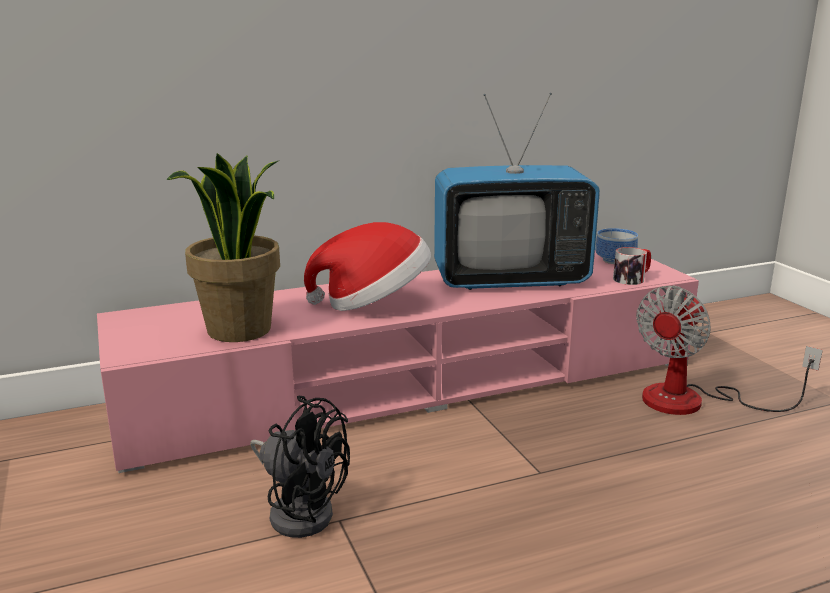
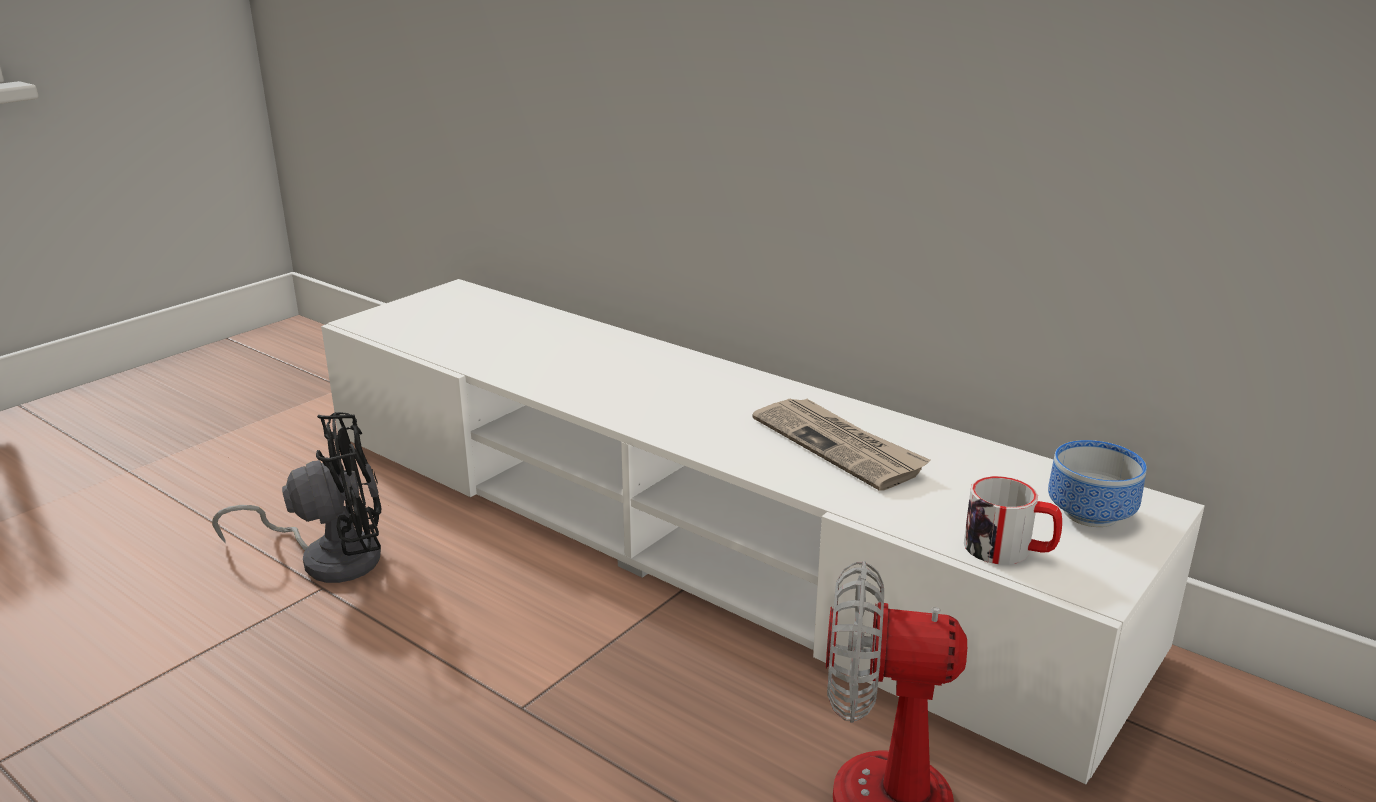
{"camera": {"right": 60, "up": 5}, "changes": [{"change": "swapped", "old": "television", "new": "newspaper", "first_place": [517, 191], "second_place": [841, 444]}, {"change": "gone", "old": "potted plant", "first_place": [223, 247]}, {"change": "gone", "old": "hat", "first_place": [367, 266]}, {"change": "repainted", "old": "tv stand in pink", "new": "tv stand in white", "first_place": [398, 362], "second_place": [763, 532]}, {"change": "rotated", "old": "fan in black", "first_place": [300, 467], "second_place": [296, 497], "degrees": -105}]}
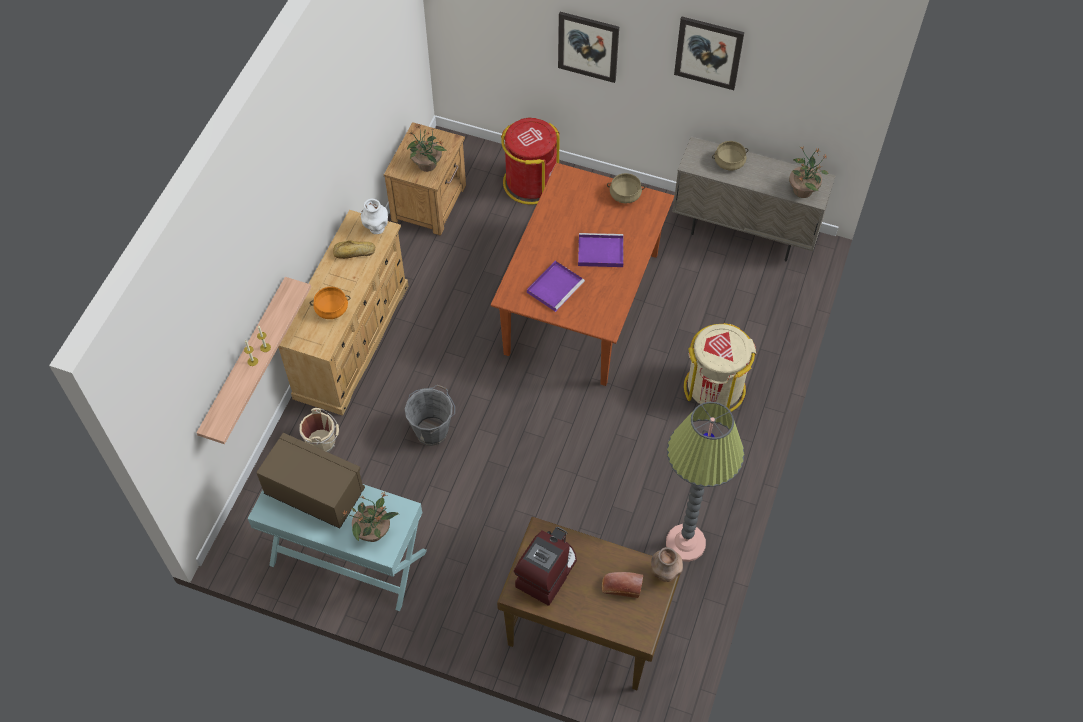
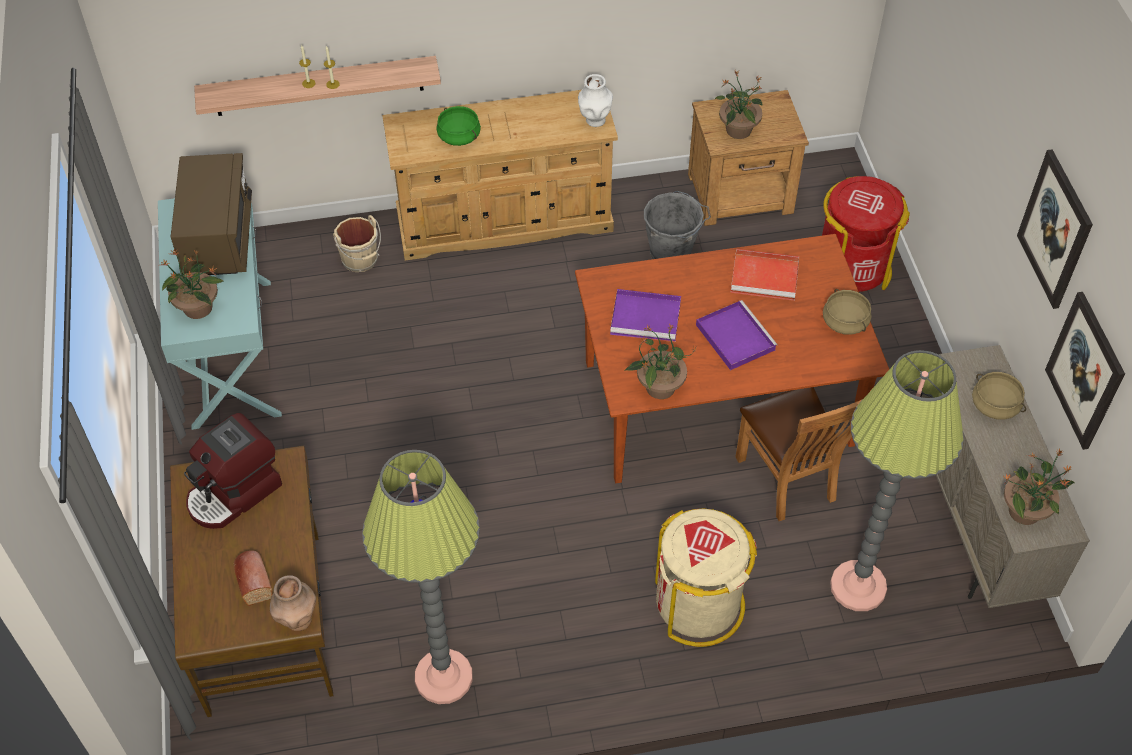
{"camera": {"right": 60, "up": -5}, "changes": [{"change": "shifted", "old": "picture", "first_place": [588, 47], "second_place": [1085, 371]}, {"change": "gone", "old": "bread", "first_place": [354, 249]}, {"change": "repainted", "old": "cooking pot in orange", "new": "cooking pot in green", "first_place": [330, 303], "second_place": [458, 126]}, {"change": "shifted", "old": "bucket in grey", "first_place": [430, 415], "second_place": [677, 225]}, {"change": "rotated", "old": "coffee machine", "first_place": [545, 566], "second_place": [233, 471], "degrees": 135}, {"change": "new", "new": "tray in red", "second_place": [764, 275]}, {"change": "new", "new": "potted plant", "second_place": [660, 361]}, {"change": "new", "new": "floor lamp", "second_place": [897, 480]}, {"change": "new", "new": "chair in brown", "second_place": [799, 454]}]}
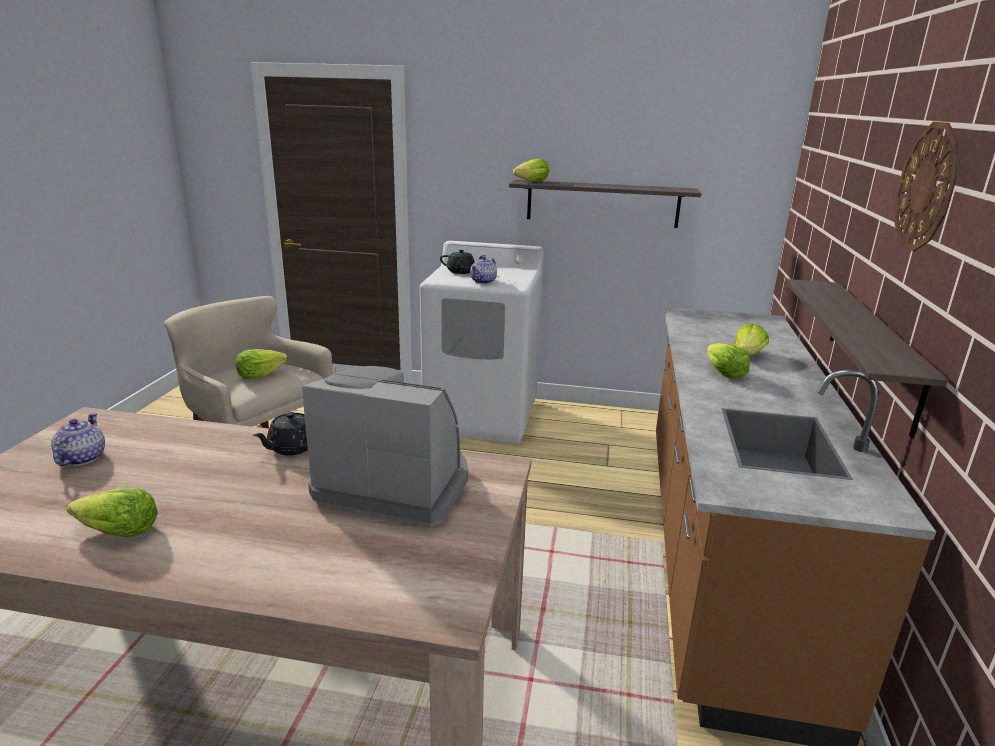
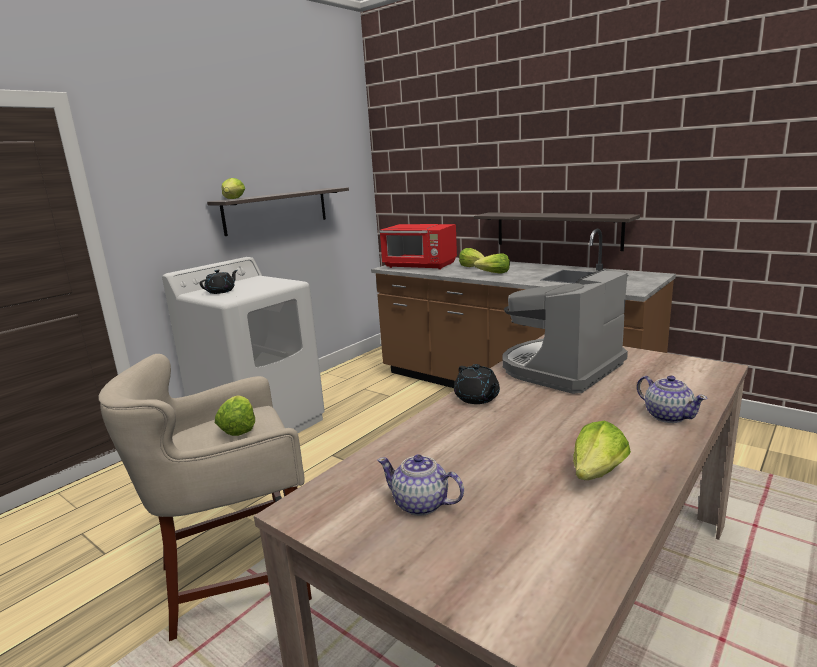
{"camera": {"right": -60, "up": -5}, "changes": [{"change": "gone", "old": "wall clock", "first_place": [926, 186]}, {"change": "shifted", "old": "teapot", "first_place": [483, 270], "second_place": [672, 399]}, {"change": "new", "new": "microwave in red", "second_place": [418, 247]}]}
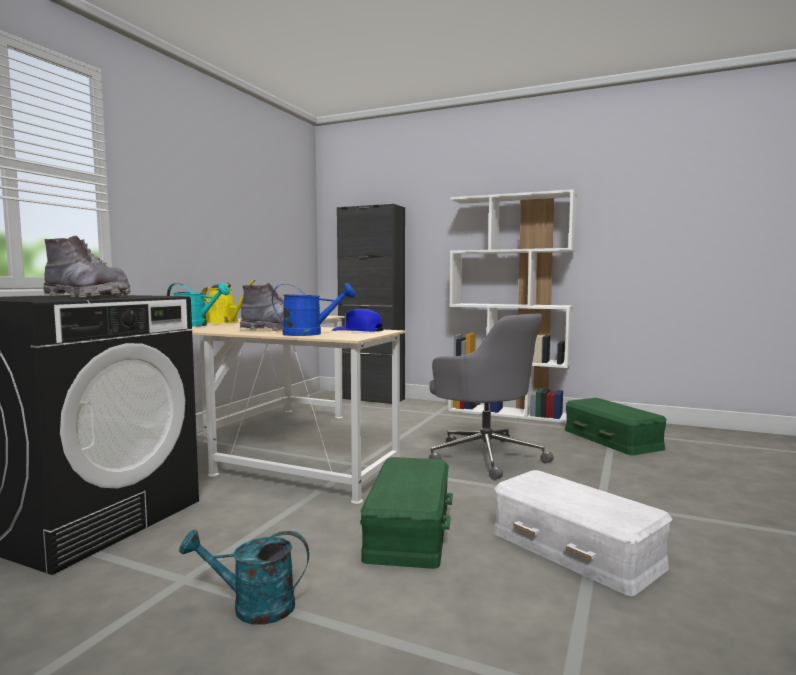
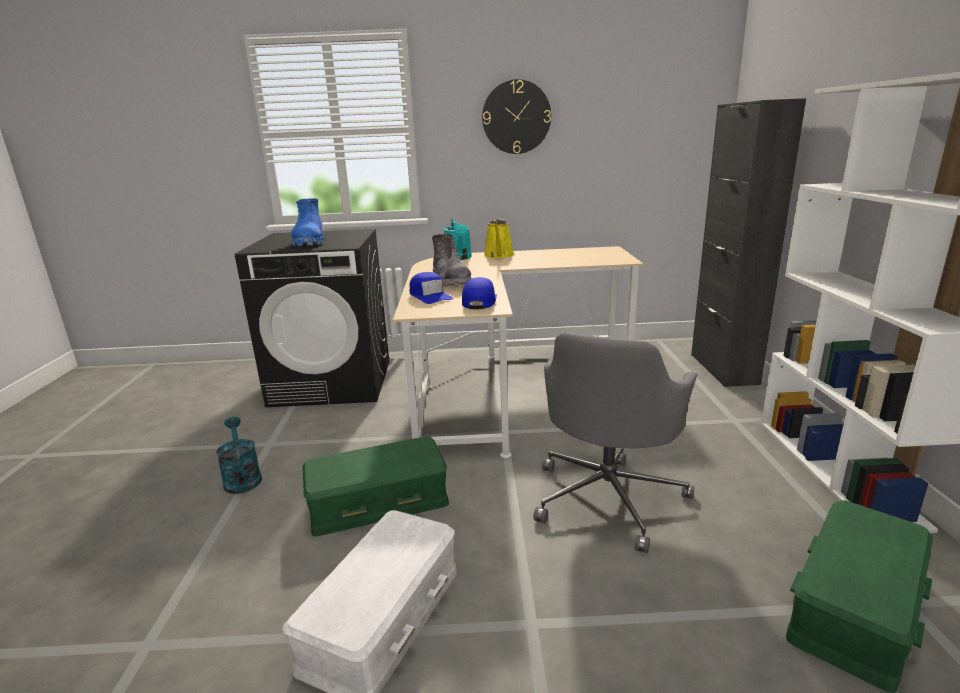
{"camera": {"right": 65, "up": 15}, "changes": [{"change": "repainted", "old": "boot in grey", "new": "boot in blue", "first_place": [87, 267], "second_place": [307, 222]}, {"change": "swapped", "old": "watering can in blue", "new": "cap in blue", "first_place": [313, 309], "second_place": [431, 288]}, {"change": "new", "new": "wall clock", "second_place": [516, 116]}]}
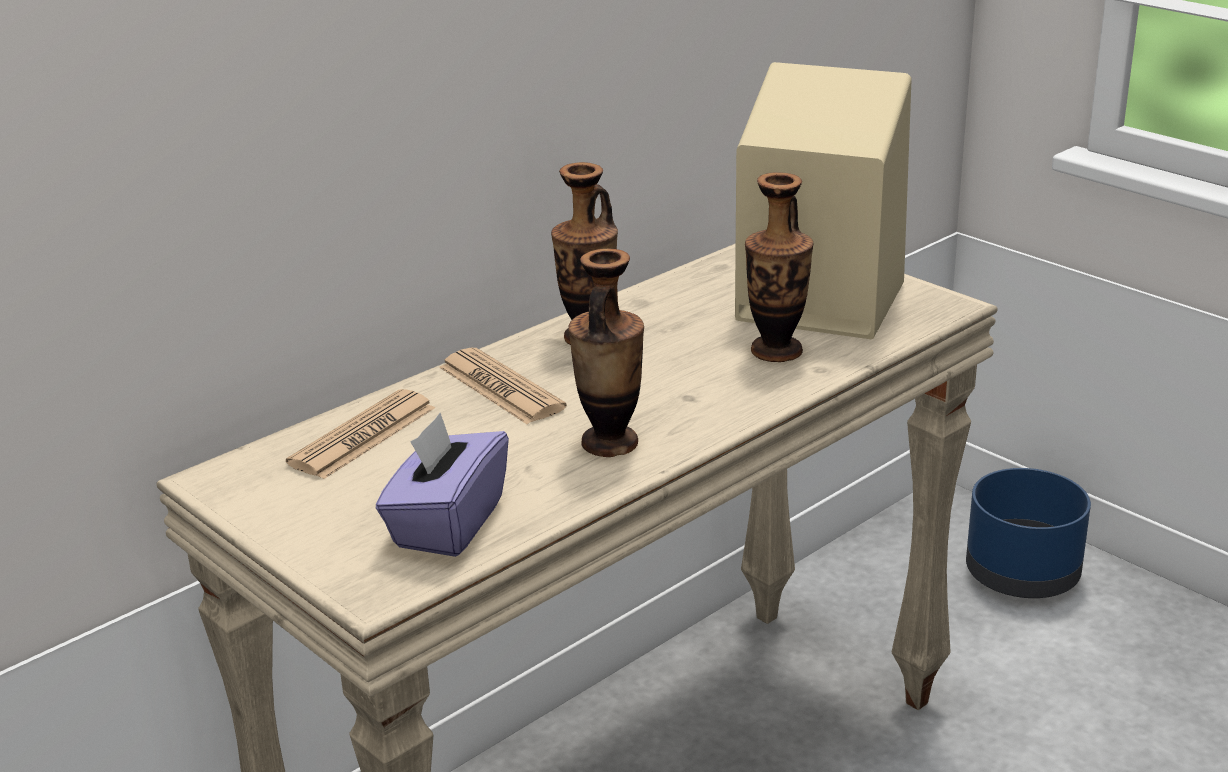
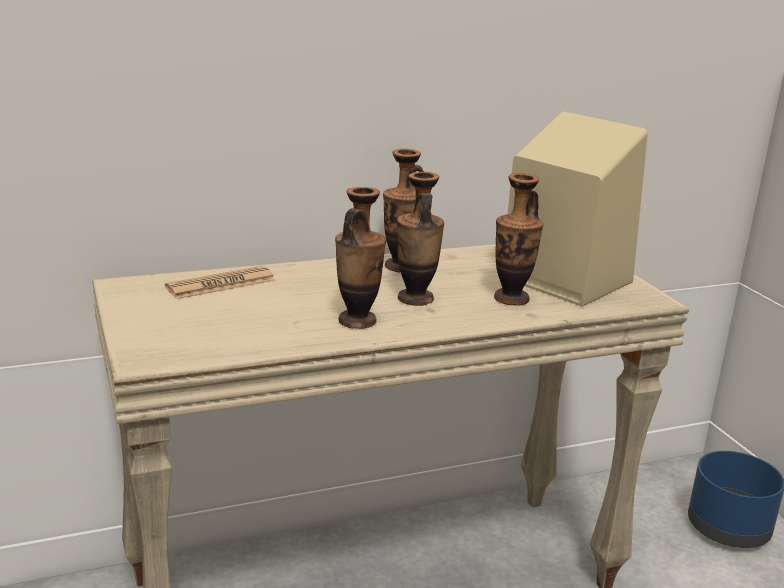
{"camera": {"right": 20, "up": -5}, "changes": [{"change": "gone", "old": "newspaper", "first_place": [503, 386]}, {"change": "gone", "old": "tissue box in purple", "first_place": [442, 485]}, {"change": "new", "new": "vase", "second_place": [420, 239]}]}
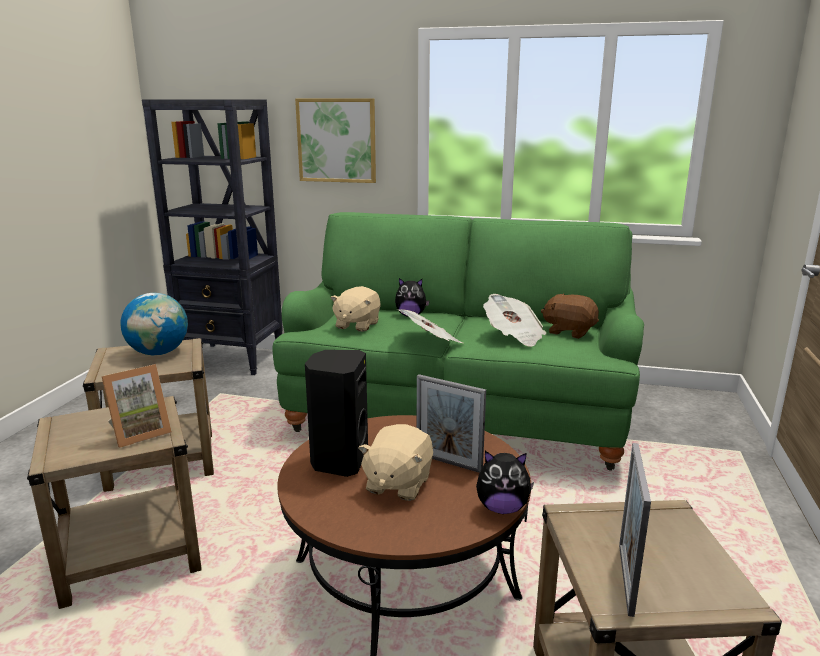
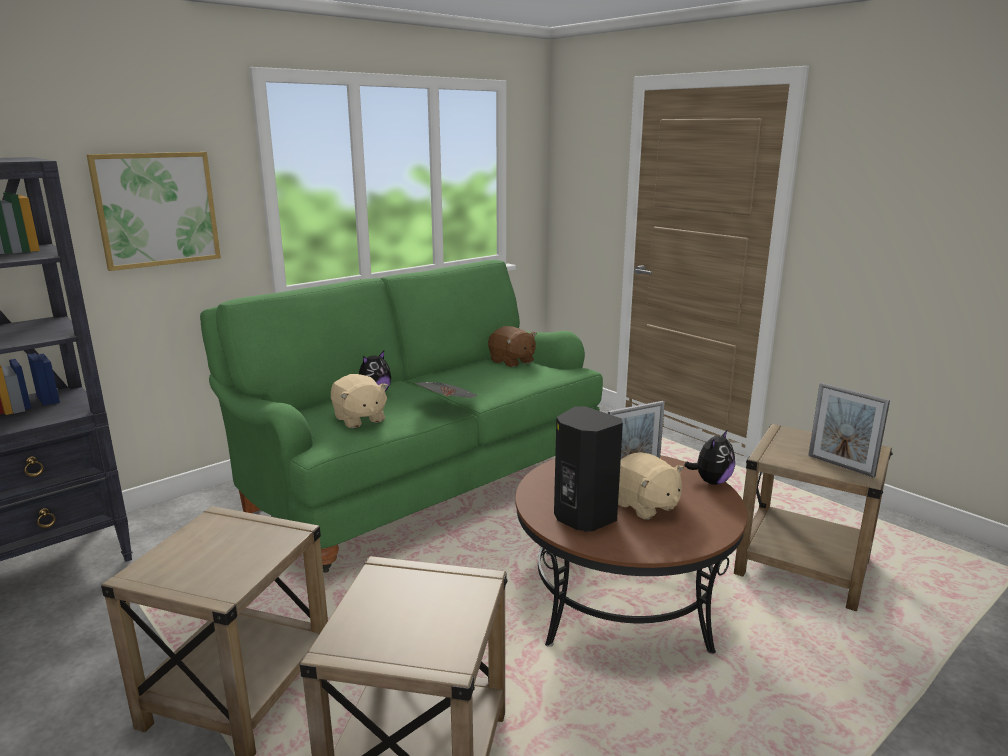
{"camera": {"right": -55, "up": 0}, "changes": [{"change": "gone", "old": "globe", "first_place": [154, 324]}, {"change": "rotated", "old": "plush toy in brown", "first_place": [570, 316], "second_place": [512, 346], "degrees": -105}, {"change": "gone", "old": "newspaper", "first_place": [514, 320]}, {"change": "gone", "old": "picture frame", "first_place": [136, 406]}]}
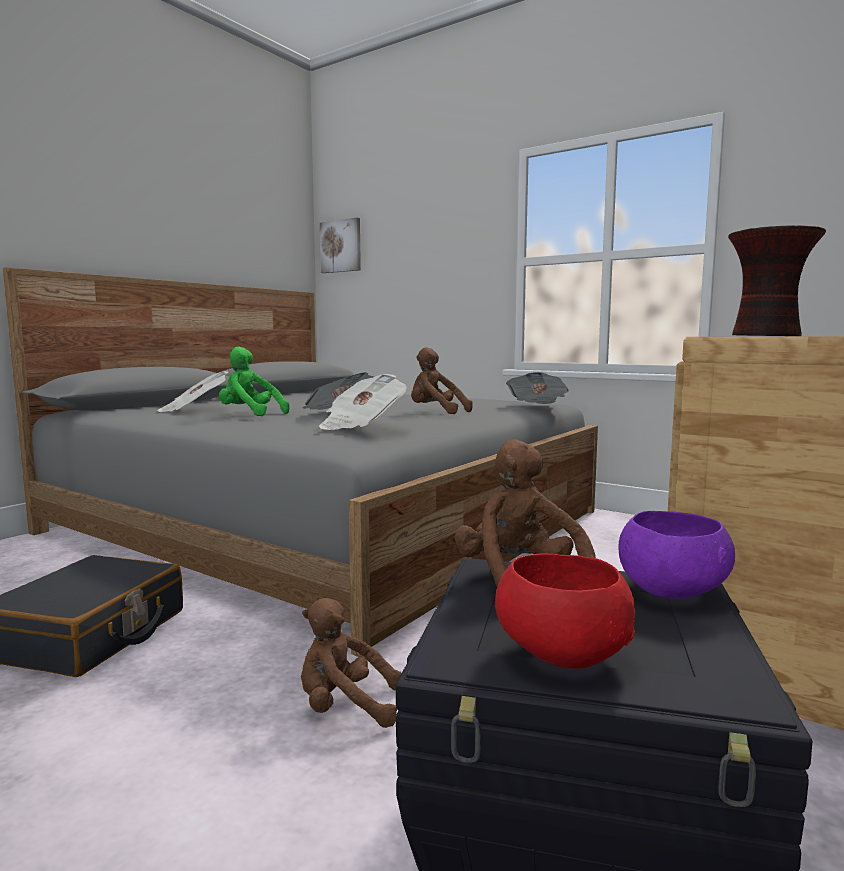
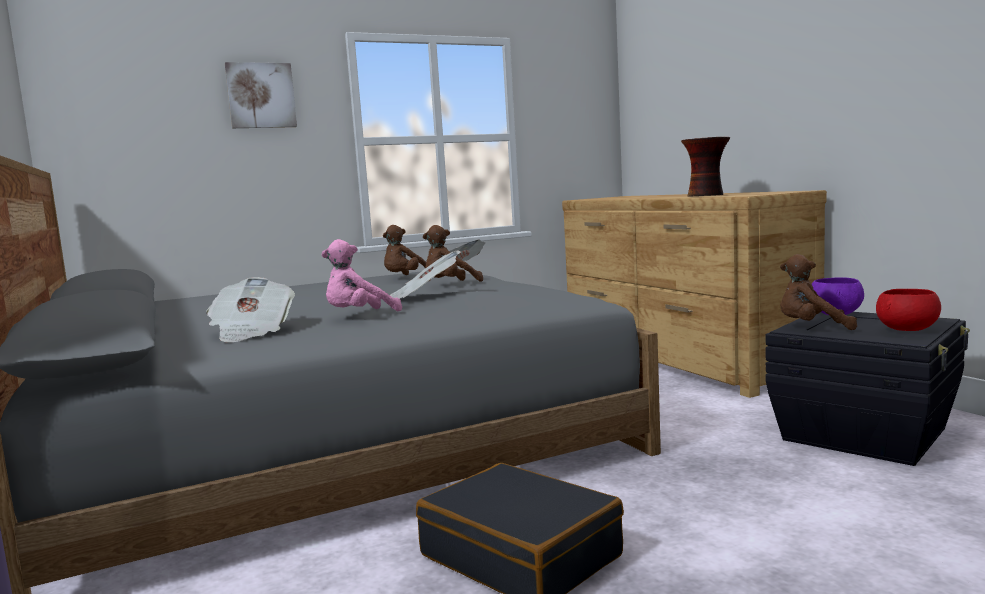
{"camera": {"right": -60, "up": 0}, "changes": [{"change": "shifted", "old": "picture", "first_place": [340, 245], "second_place": [261, 95]}, {"change": "repainted", "old": "plush toy in green", "new": "plush toy in pink", "first_place": [254, 381], "second_place": [362, 275]}, {"change": "gone", "old": "newspaper", "first_place": [363, 402]}, {"change": "shifted", "old": "plush toy in brown", "first_place": [351, 663], "second_place": [404, 250]}]}
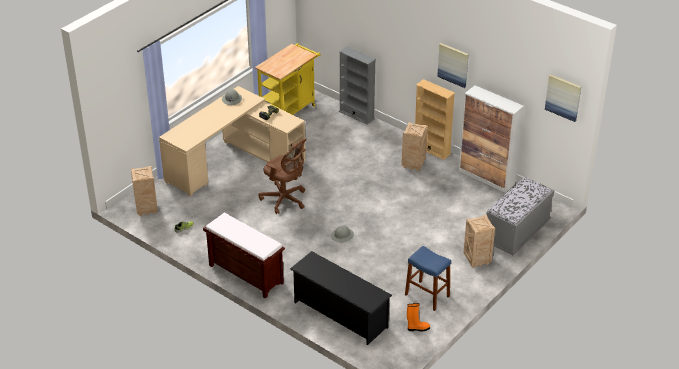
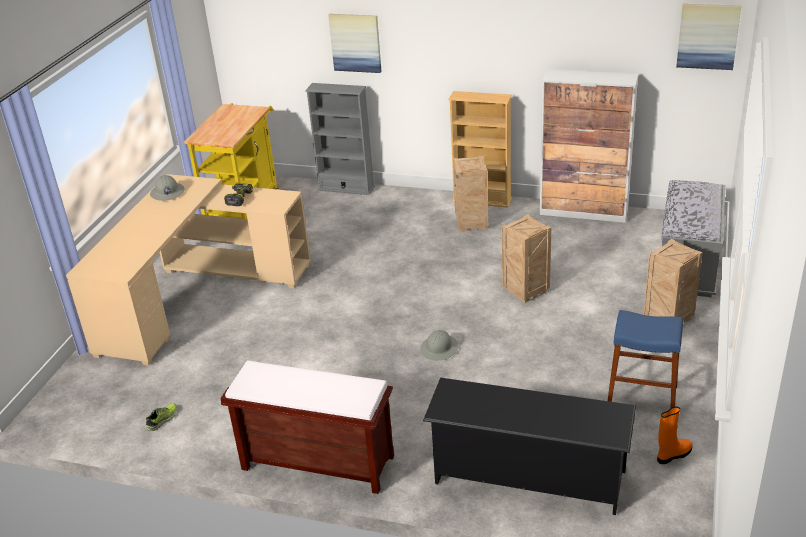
{"camera": {"right": -20, "up": -5}, "changes": [{"change": "shifted", "old": "picture", "first_place": [452, 65], "second_place": [355, 43]}, {"change": "gone", "old": "office chair in brown", "first_place": [282, 176]}, {"change": "shifted", "old": "crate", "first_place": [144, 191], "second_place": [526, 258]}]}
